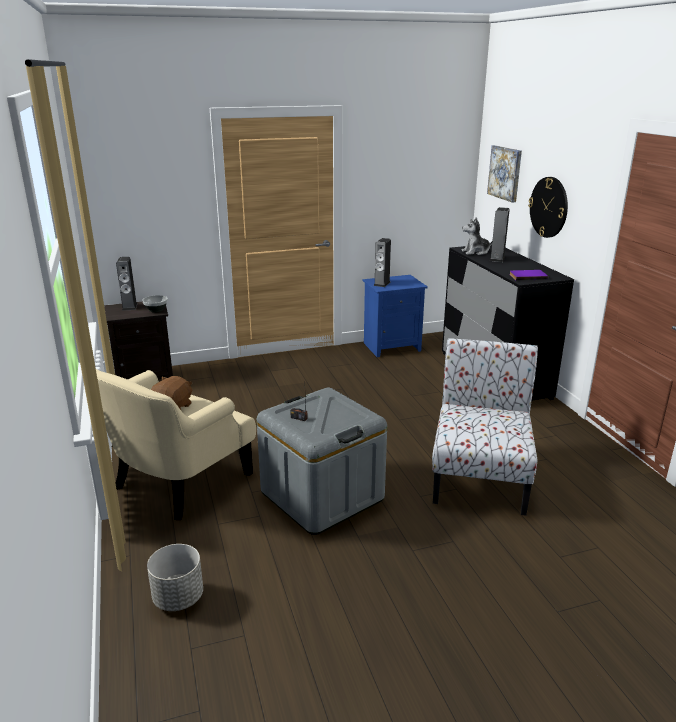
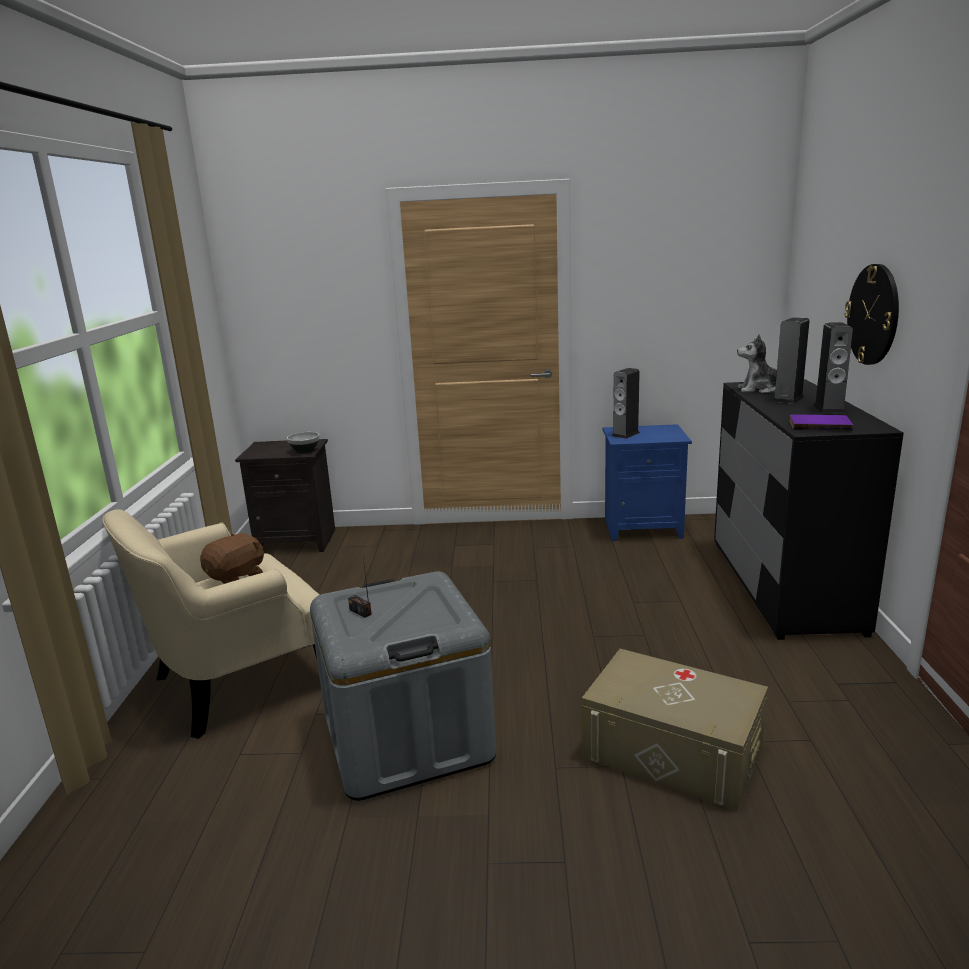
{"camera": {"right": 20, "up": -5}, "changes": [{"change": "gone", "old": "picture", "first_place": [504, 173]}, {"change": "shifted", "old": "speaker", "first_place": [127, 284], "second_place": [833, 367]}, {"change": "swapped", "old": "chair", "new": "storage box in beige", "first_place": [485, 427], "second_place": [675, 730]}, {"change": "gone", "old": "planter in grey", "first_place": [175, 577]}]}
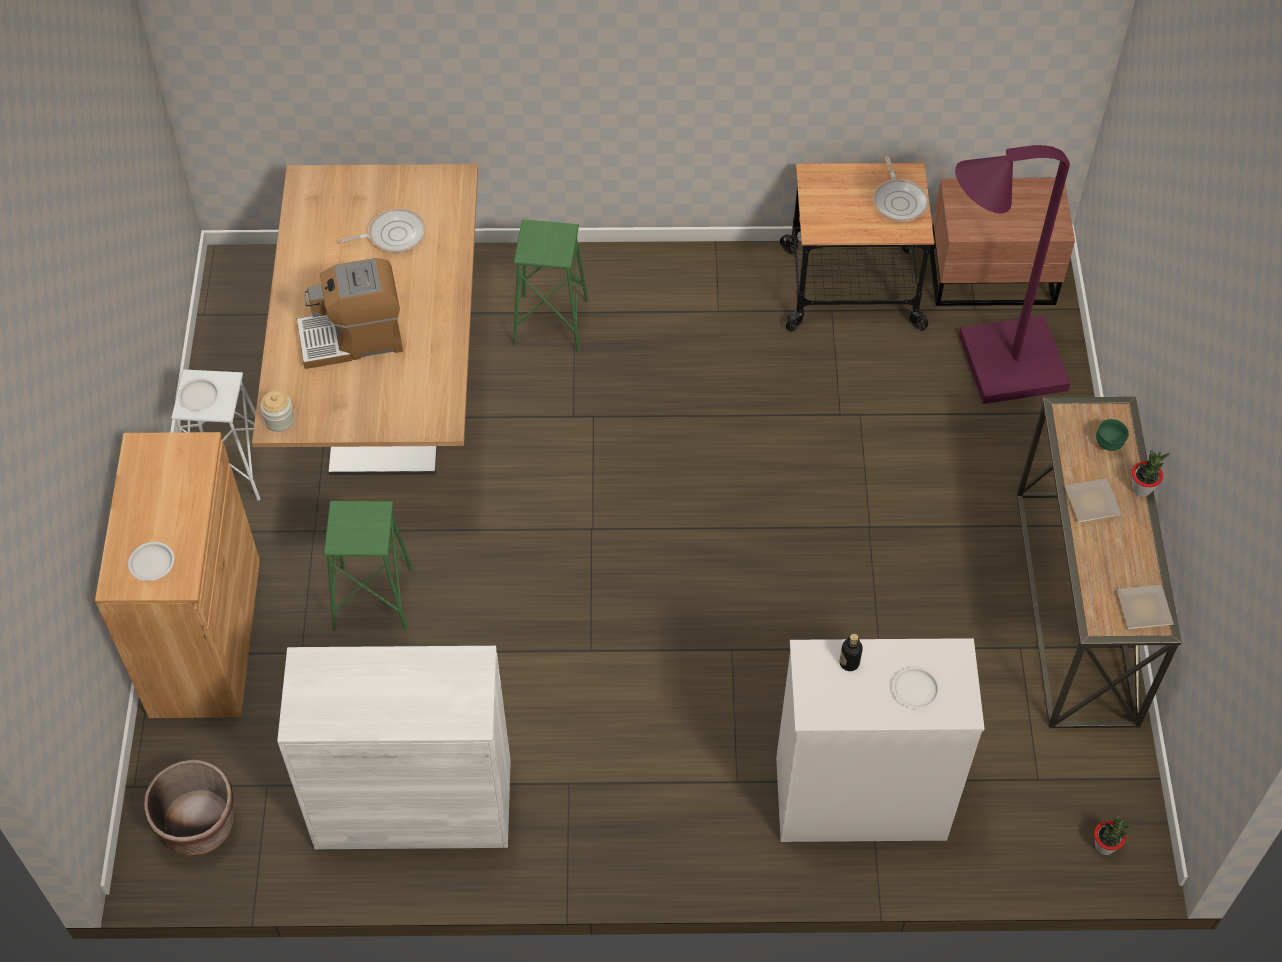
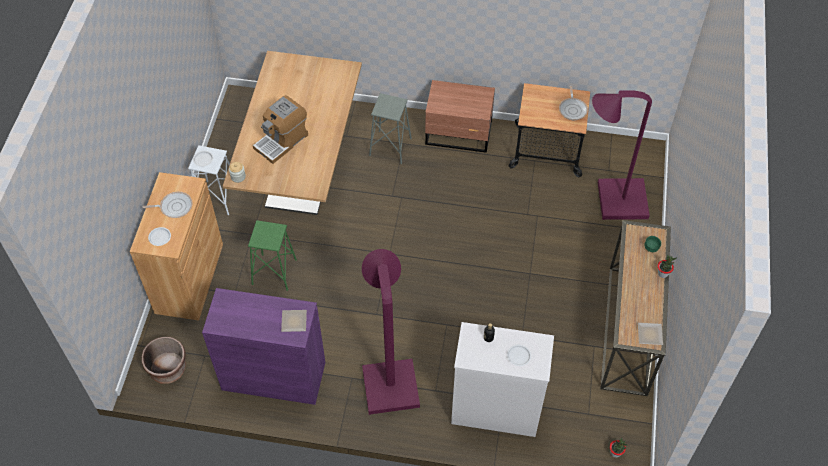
{"camera": {"right": 10, "up": 0}, "changes": [{"change": "shifted", "old": "nightstand in brown", "first_place": [1002, 242], "second_place": [460, 116]}, {"change": "shifted", "old": "frying pan", "first_place": [382, 230], "second_place": [168, 205]}, {"change": "repainted", "old": "stool in green", "new": "stool in grey", "first_place": [551, 286], "second_place": [390, 128]}, {"change": "rotated", "old": "coffee machine", "first_place": [349, 313], "second_place": [280, 129], "degrees": -45}, {"change": "shifted", "old": "plate", "first_place": [1093, 500], "second_place": [294, 321]}, {"change": "repainted", "old": "cabinet in white", "new": "cabinet in purple", "first_place": [394, 747], "second_place": [263, 346]}, {"change": "new", "new": "floor lamp in purple", "second_place": [391, 332]}]}
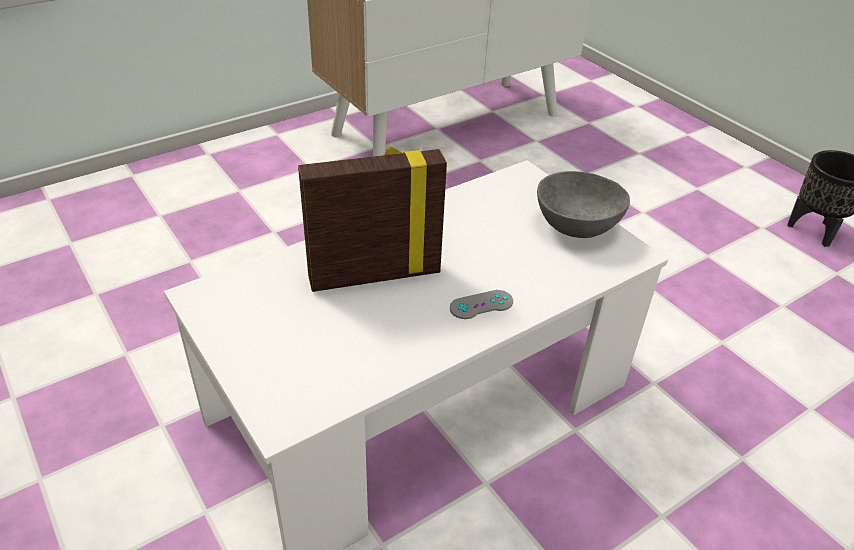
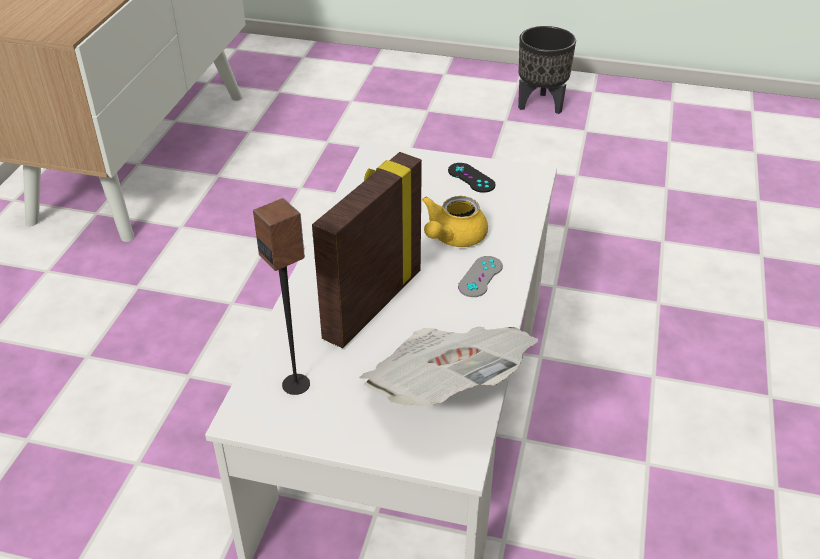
{"camera": {"right": -40, "up": 0}, "changes": [{"change": "swapped", "old": "bowl in grey", "new": "game controller in black", "first_place": [583, 204], "second_place": [472, 178]}, {"change": "new", "new": "teapot in yellow", "second_place": [455, 221]}, {"change": "new", "new": "speaker", "second_place": [281, 296]}, {"change": "new", "new": "newspaper", "second_place": [449, 366]}]}
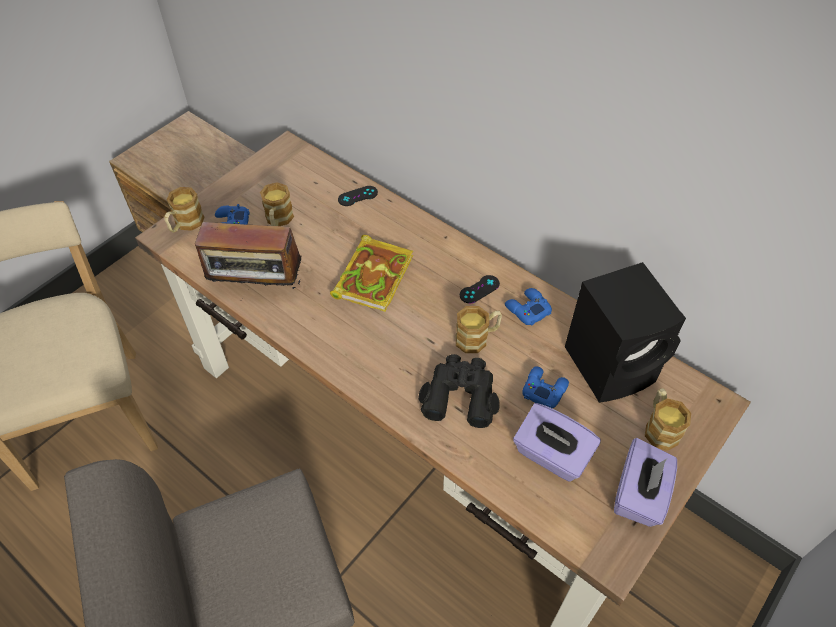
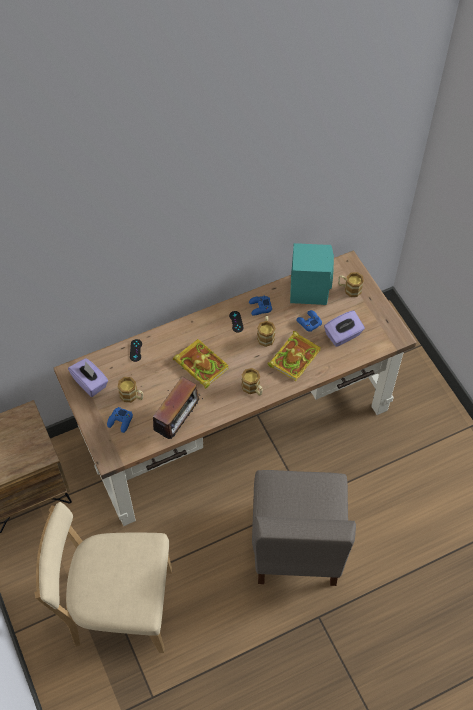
{"camera": {"right": -65, "up": 5}, "changes": [{"change": "shifted", "old": "mug", "first_place": [184, 210], "second_place": [252, 382]}, {"change": "repainted", "old": "speaker in black", "new": "speaker in turquoise", "first_place": [625, 332], "second_place": [312, 274]}, {"change": "swapped", "old": "binoculars in black", "new": "book", "first_place": [459, 391], "second_place": [294, 356]}, {"change": "shifted", "old": "tissue box in purple", "first_place": [645, 482], "second_place": [88, 377]}]}
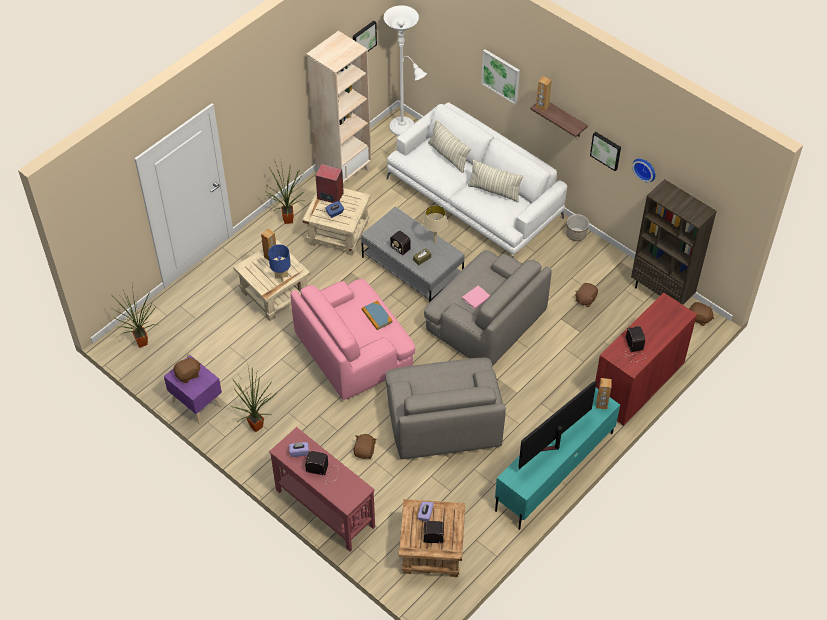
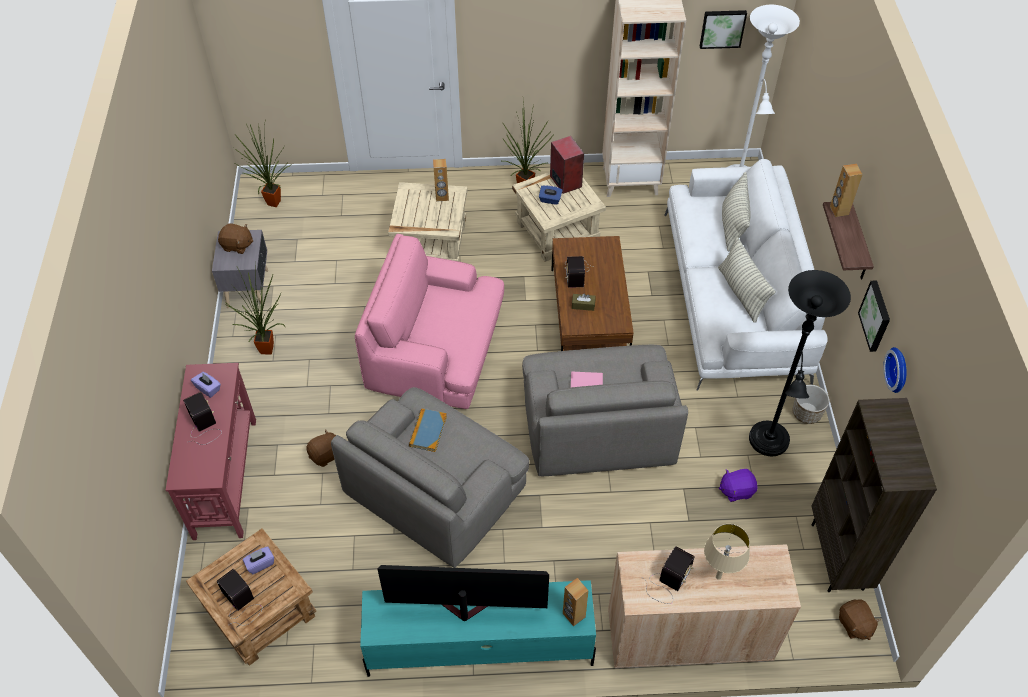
{"camera": {"right": 45, "up": 0}, "changes": [{"change": "gone", "old": "picture", "first_place": [500, 77]}, {"change": "shifted", "old": "table lamp in beige", "first_place": [435, 224], "second_place": [727, 552]}, {"change": "repainted", "old": "coffee table in grey", "new": "coffee table in brown", "first_place": [412, 255], "second_place": [592, 293]}, {"change": "gone", "old": "table lamp in blue", "first_place": [279, 263]}, {"change": "repainted", "old": "plush toy in brown", "new": "plush toy in purple", "first_place": [586, 295], "second_place": [738, 485]}, {"change": "repainted", "old": "cabinet in red", "new": "cabinet in beige", "first_place": [646, 359], "second_place": [704, 606]}, {"change": "shifted", "old": "book", "first_place": [377, 315], "second_place": [428, 430]}, {"change": "repainted", "old": "nightstand in purple", "new": "nightstand in grey", "first_place": [193, 389], "second_place": [240, 269]}, {"change": "new", "new": "floor lamp in black", "second_place": [800, 363]}]}
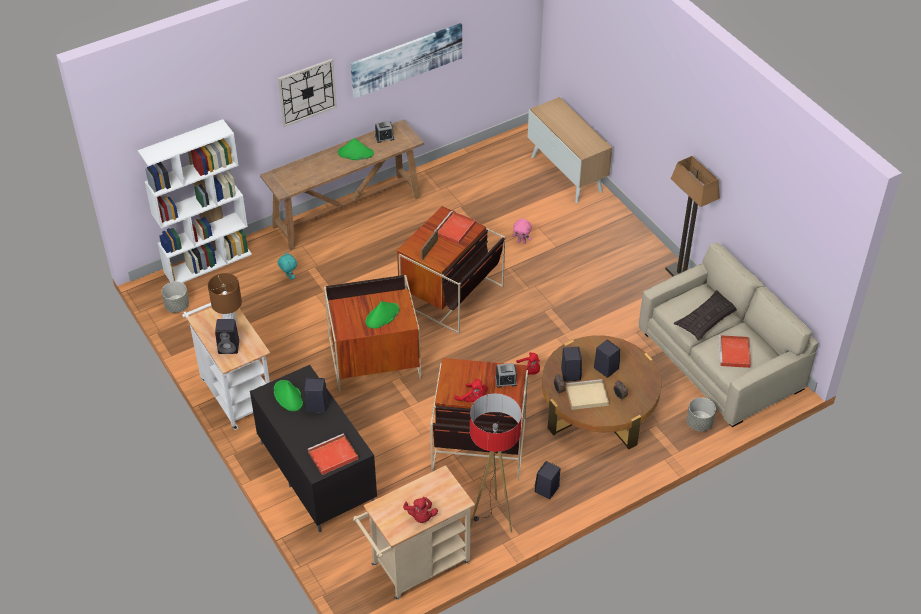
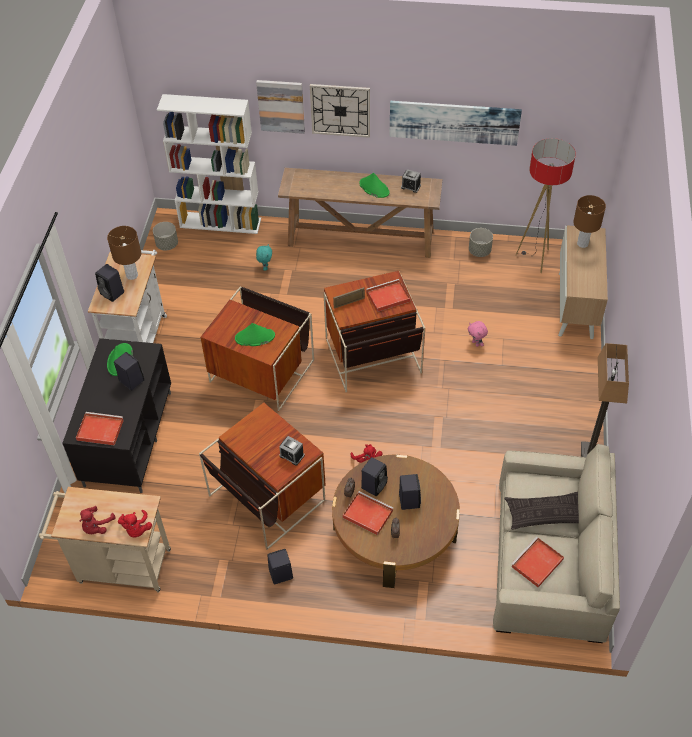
{"camera": {"right": 40, "up": 5}, "changes": [{"change": "shifted", "old": "plush toy in red", "first_place": [471, 390], "second_place": [135, 524]}, {"change": "repainted", "old": "tray in beige", "new": "tray in red", "first_place": [587, 394], "second_place": [368, 513]}, {"change": "shifted", "old": "floor lamp", "first_place": [496, 462], "second_place": [546, 205]}, {"change": "shifted", "old": "planter in grey", "first_place": [701, 414], "second_place": [481, 242]}, {"change": "new", "new": "picture", "second_place": [280, 107]}, {"change": "new", "new": "table lamp in brown", "second_place": [589, 221]}]}
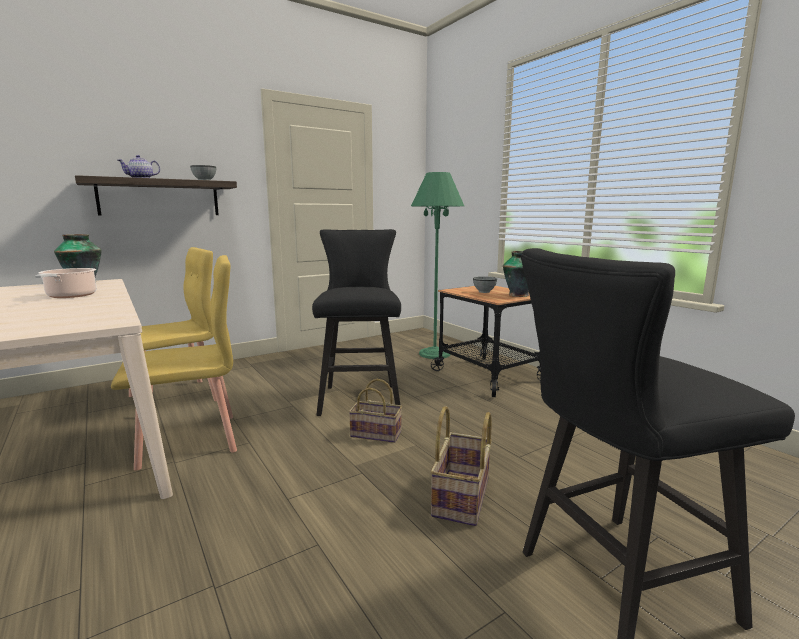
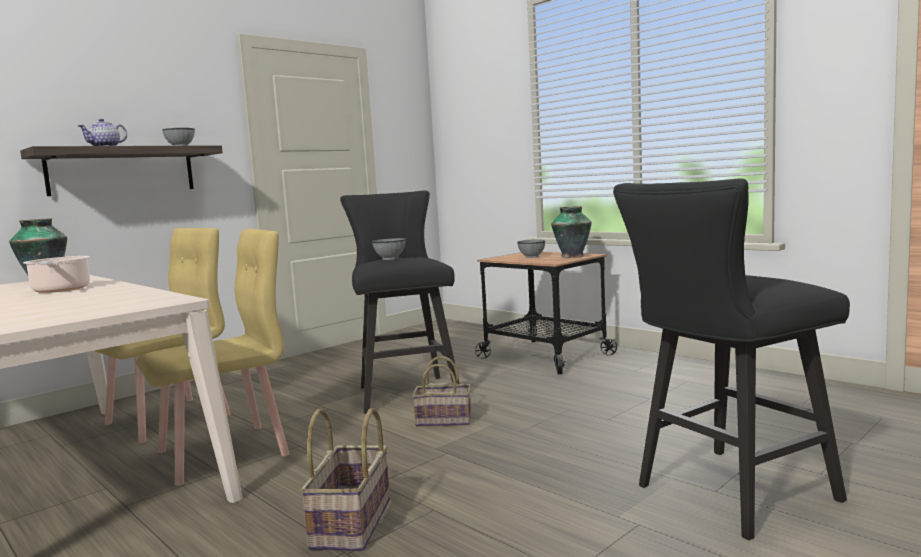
{"camera": {"right": -10, "up": -5}, "changes": [{"change": "gone", "old": "floor lamp in green", "first_place": [437, 265]}, {"change": "shifted", "old": "basket", "first_place": [461, 466], "second_place": [345, 479]}, {"change": "new", "new": "bowl in grey", "second_place": [388, 249]}]}
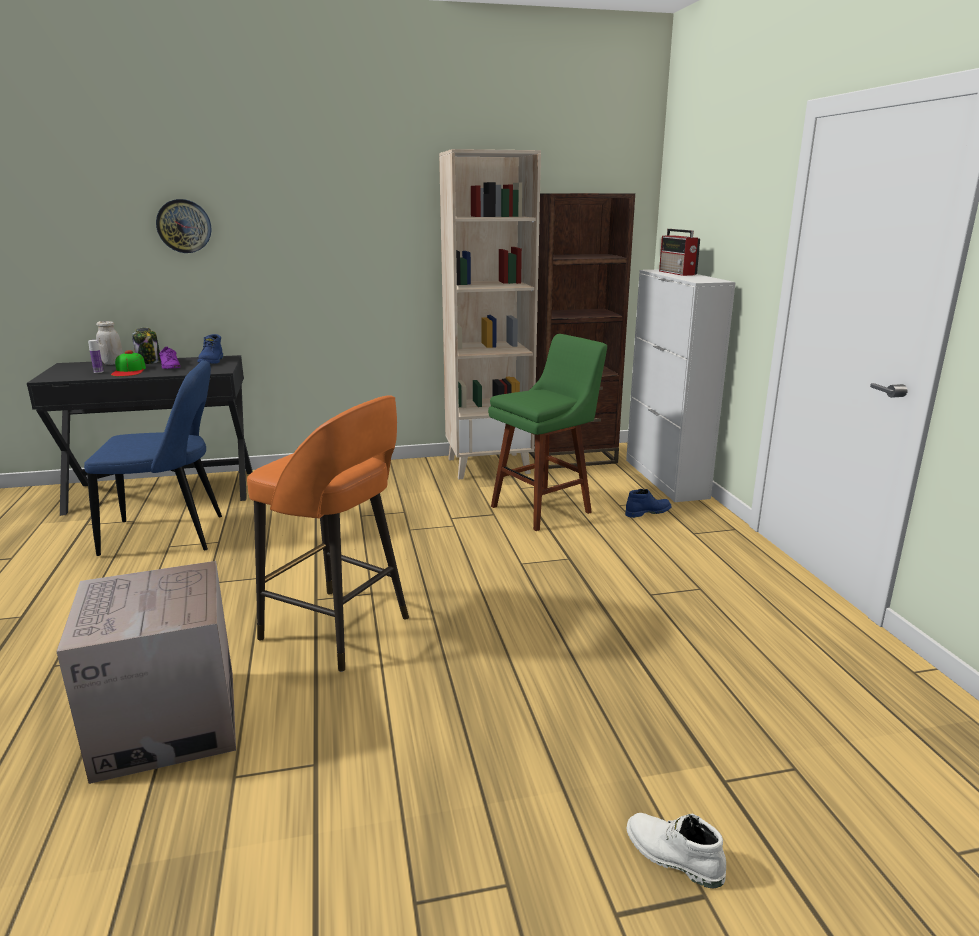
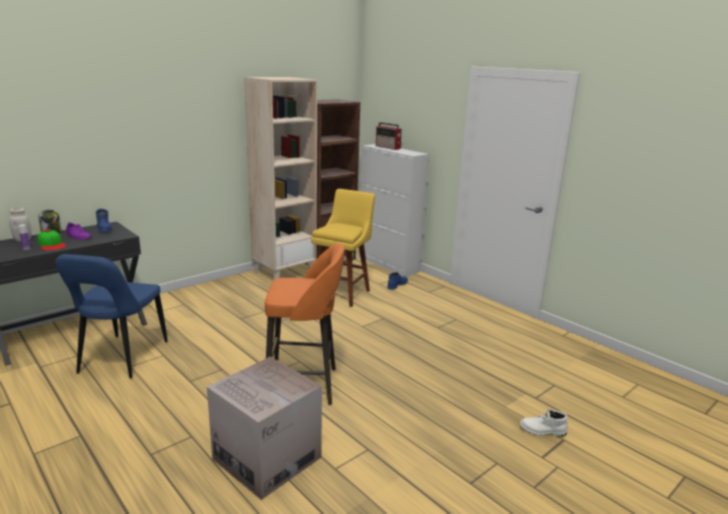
{"camera": {"right": -30, "up": 0}, "changes": [{"change": "gone", "old": "wall clock", "first_place": [183, 226]}, {"change": "repainted", "old": "stool in green", "new": "stool in yellow", "first_place": [547, 432], "second_place": [343, 248]}, {"change": "rotated", "old": "chair in blue", "first_place": [153, 458], "second_place": [111, 316], "degrees": 135}]}
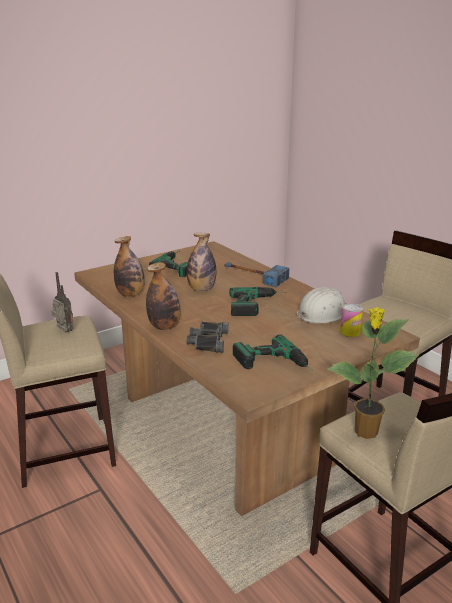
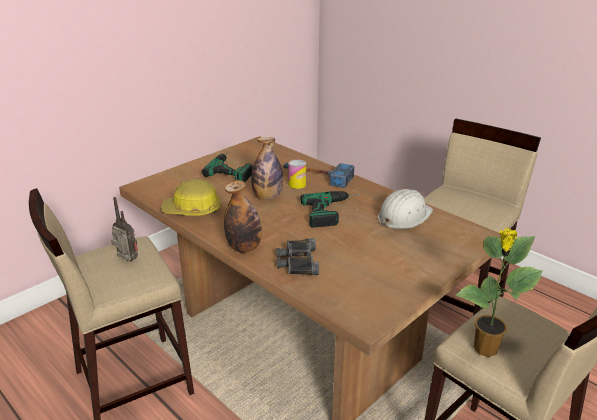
{"camera": {"right": -10, "up": 5}, "changes": [{"change": "swapped", "old": "bottle", "new": "hard hat", "first_place": [129, 266], "second_place": [191, 197]}, {"change": "shifted", "old": "can", "first_place": [351, 320], "second_place": [297, 174]}, {"change": "gone", "old": "power drill", "first_place": [273, 353]}]}
